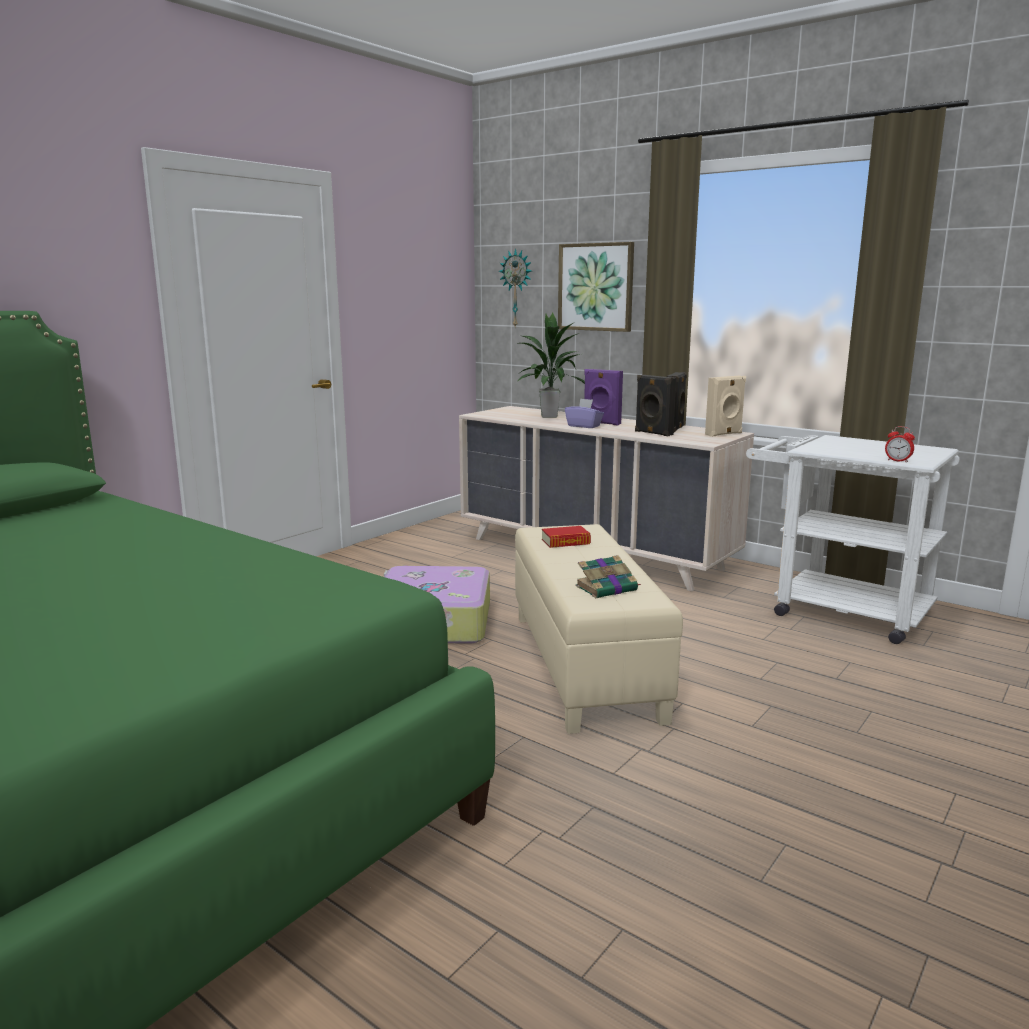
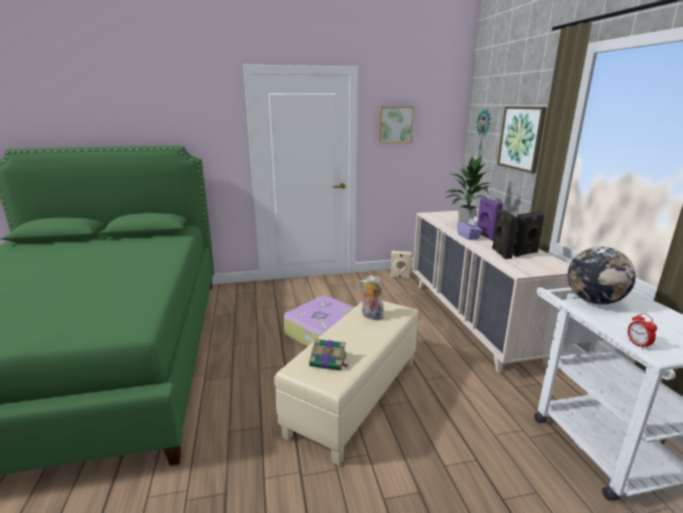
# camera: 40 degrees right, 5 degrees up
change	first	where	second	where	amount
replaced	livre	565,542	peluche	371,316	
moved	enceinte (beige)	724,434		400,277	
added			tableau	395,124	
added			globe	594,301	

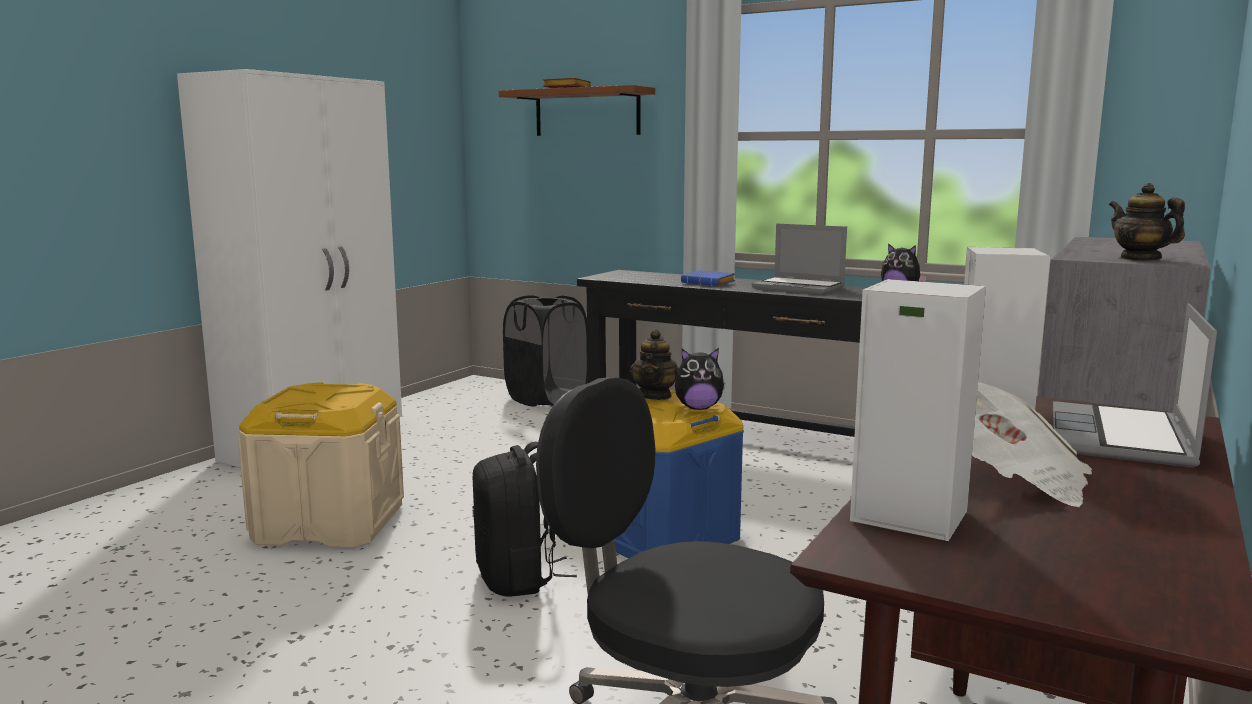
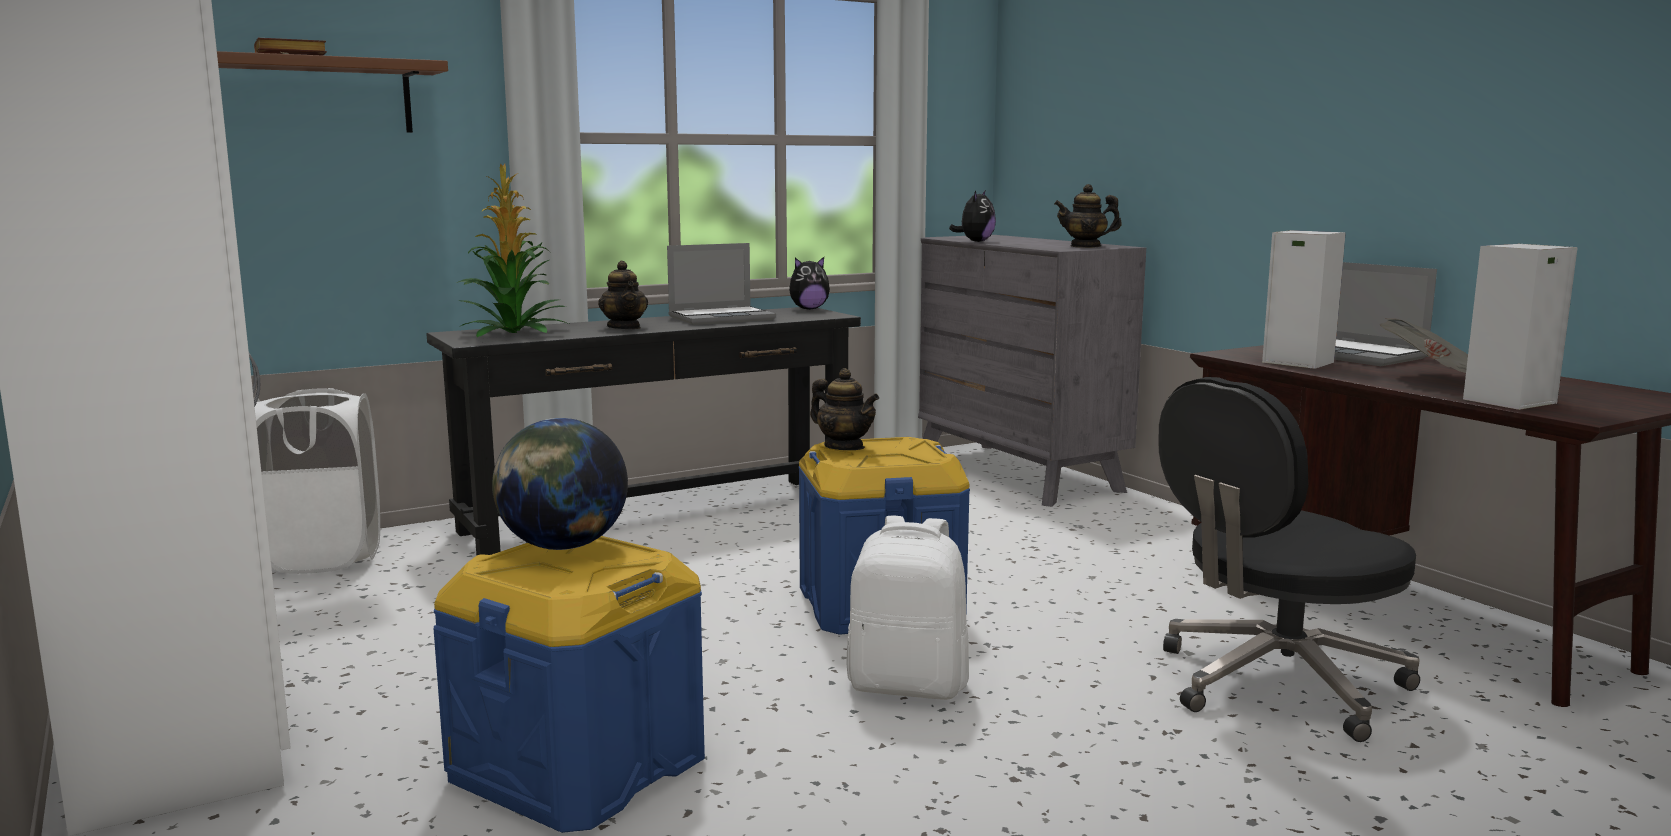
# camera: 60 degrees left, 0 degrees up
change	first	where	second	where	amount
recoloured	boîte de rangement (beige)	329,523	boîte de rangement (bleu)	579,767	
recoloured	sac à dos (noir)	518,578	sac à dos (blanc)	908,685	
recoloured	panier à linge (noir)	547,399	panier à linge (blanc)	323,557	
moved	peluche	698,408		975,241	
replaced	livre (bleu)	709,283	théière	624,327	
added			plante en pot	514,333	
added			globe	563,546	

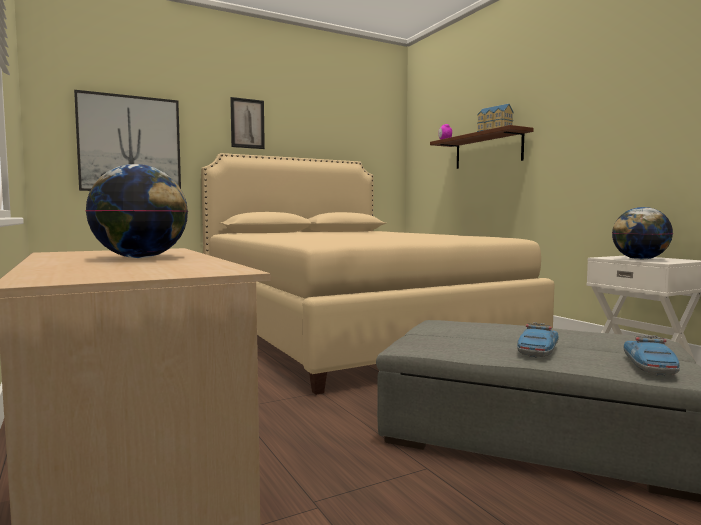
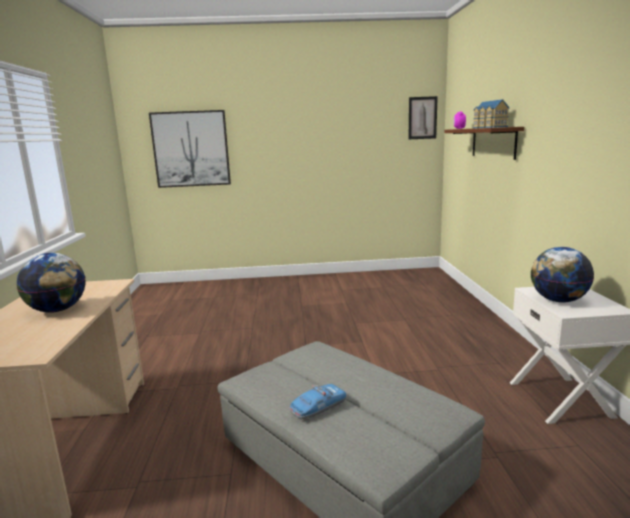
# camera: 25 degrees right, 10 degrees up
change	first	where	second	where	amount
removed	lit (beige)	350,330			
moved	tableau	247,123		422,118	
removed	petite voiture	650,365			

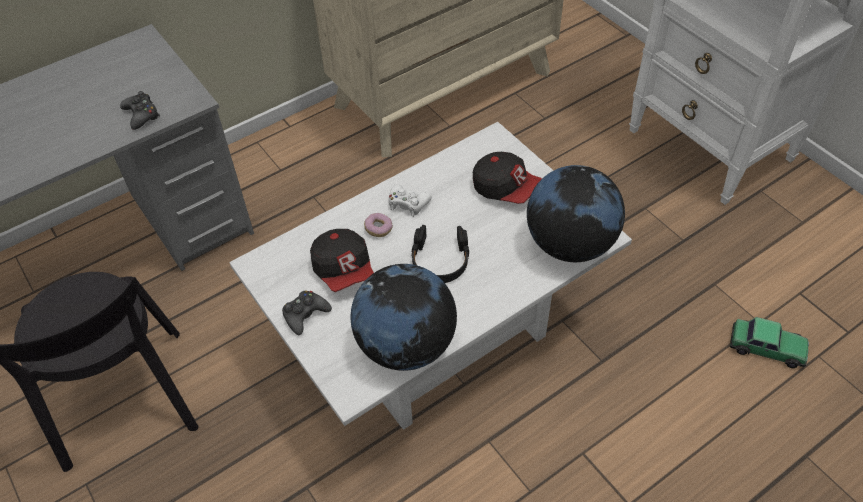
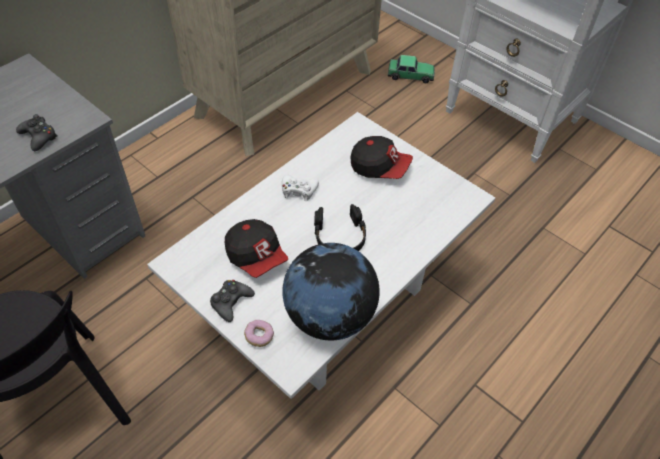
# camera: 15 degrees left, 0 degrees up
change	first	where	second	where	amount
moved	beignet	378,229		259,336	
removed	globe	570,244			
moved	petite voiture	767,347		410,75	

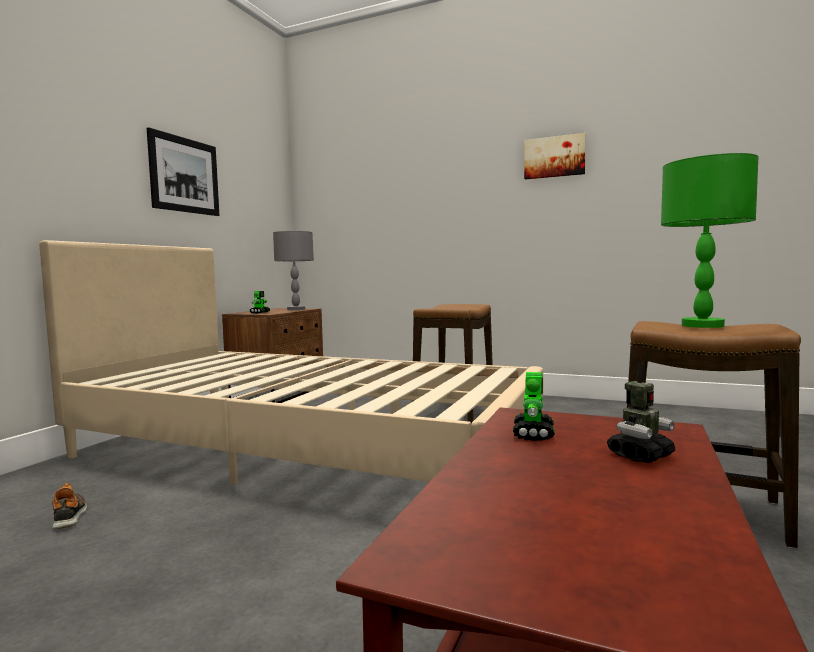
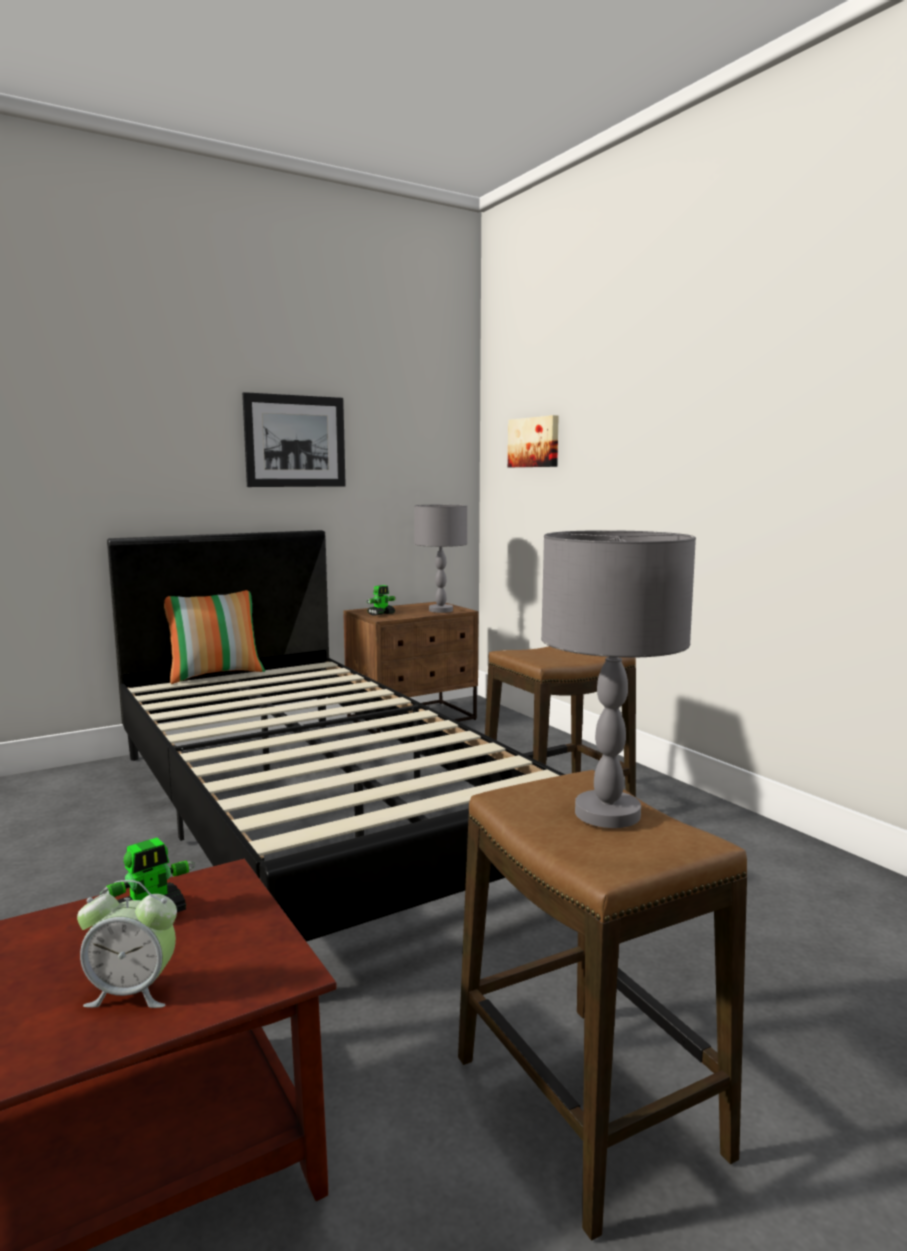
# camera: 35 degrees right, 5 degrees up
change	first	where	second	where	amount
recoloured	lit (beige)	304,449	lit (noir)	309,813	
removed	chaussure	69,516			
moved	tableau	554,157		534,442	
replaced	robot jouet	640,455	réveil	132,992	
recoloured	lampe de table (vert)	701,325	lampe de table (gris)	606,813	
added			coussin	215,674	

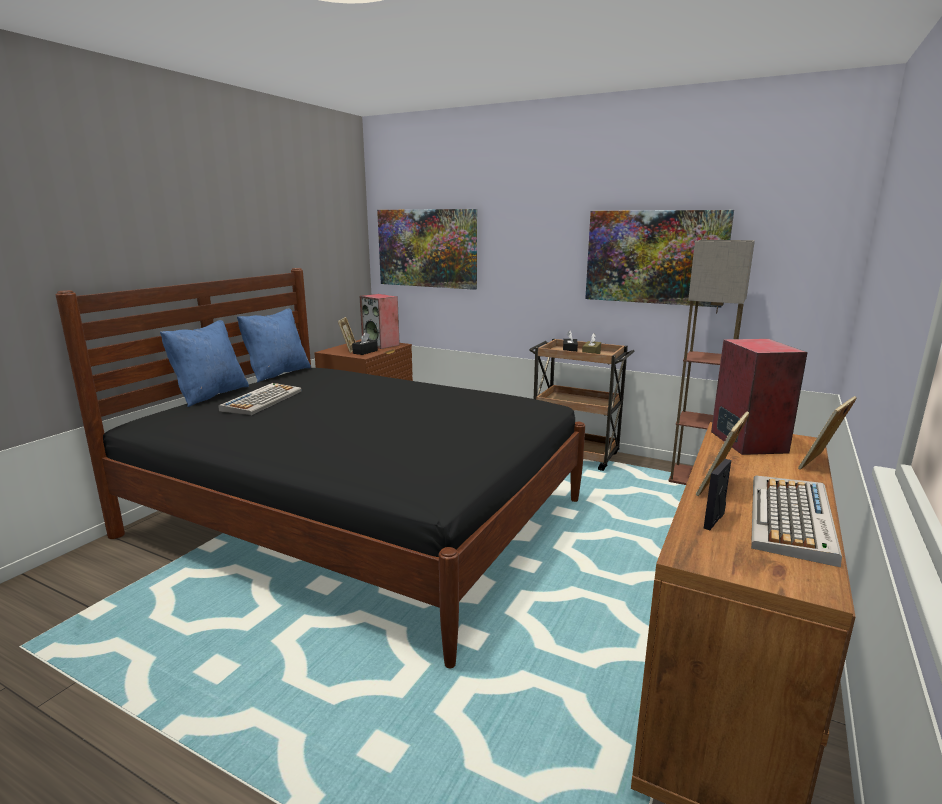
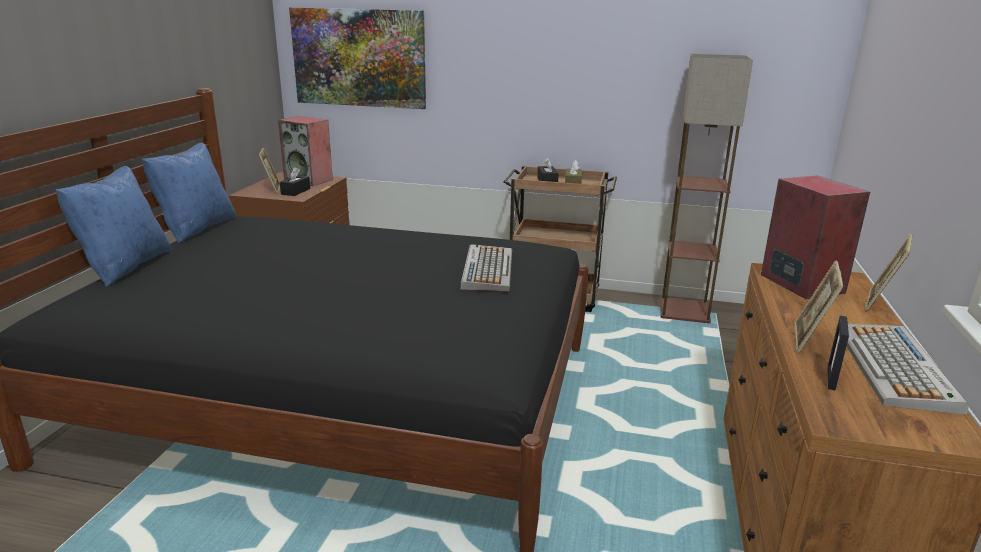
# camera: 15 degrees left, 5 degrees up
change	first	where	second	where	amount
moved	clavier	262,400		487,269	
removed	tableau	655,257			

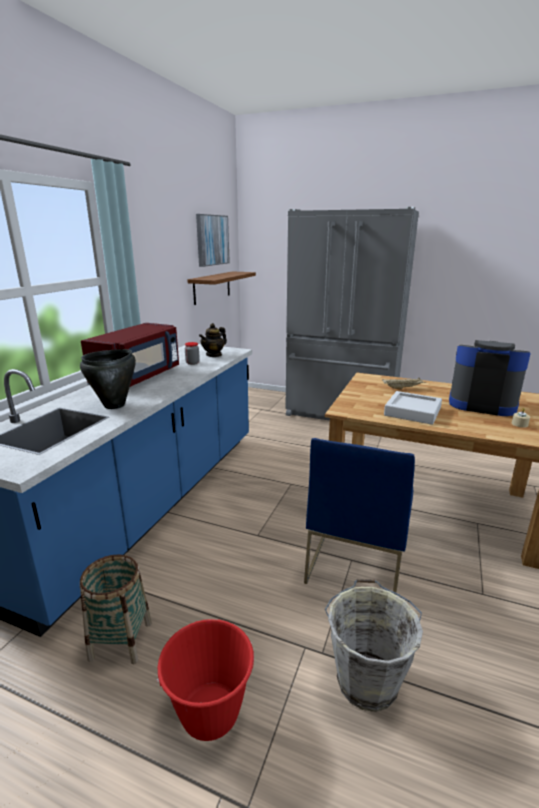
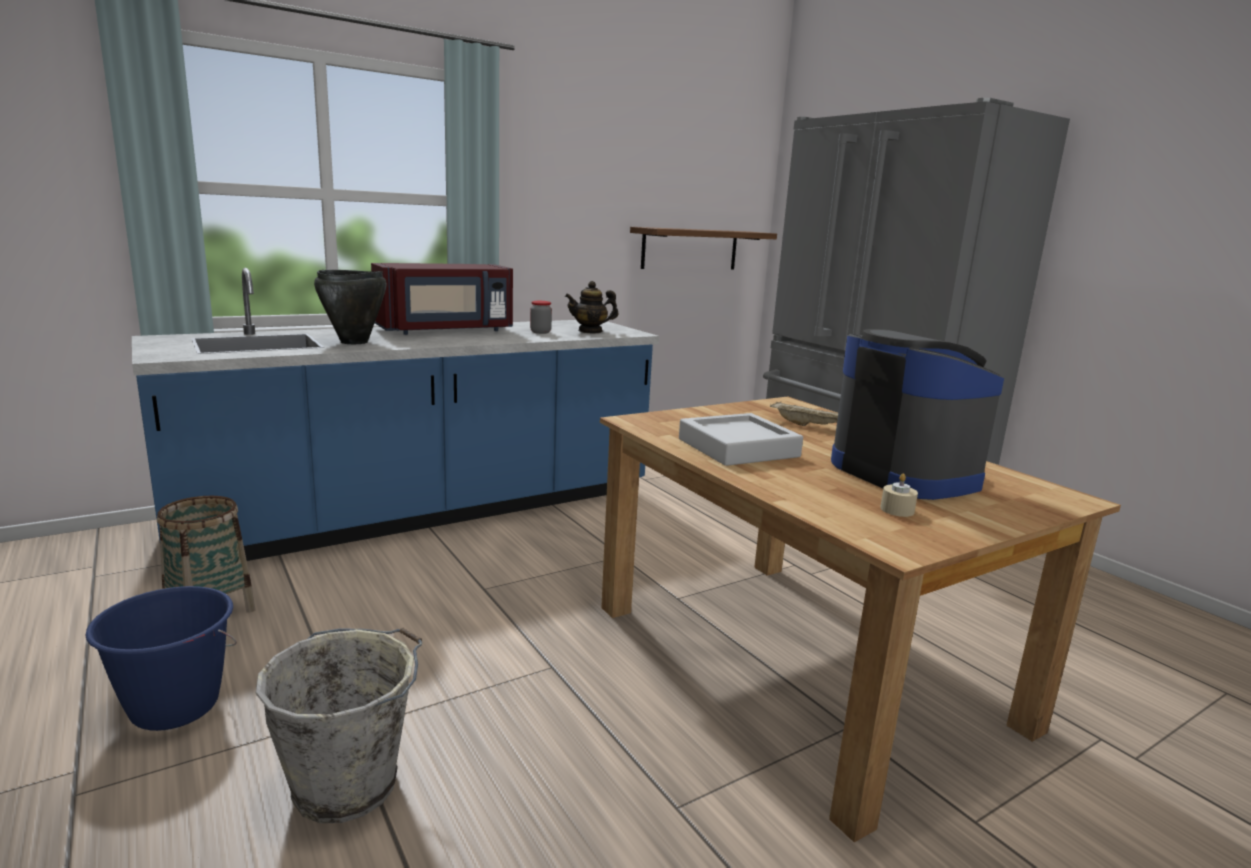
# camera: 35 degrees right, 5 degrees down
change	first	where	second	where	amount
recoloured	seau (rouge)	210,712	seau (bleu)	174,707	
removed	tableau	212,240			
removed	chaise (bleu)	355,562			

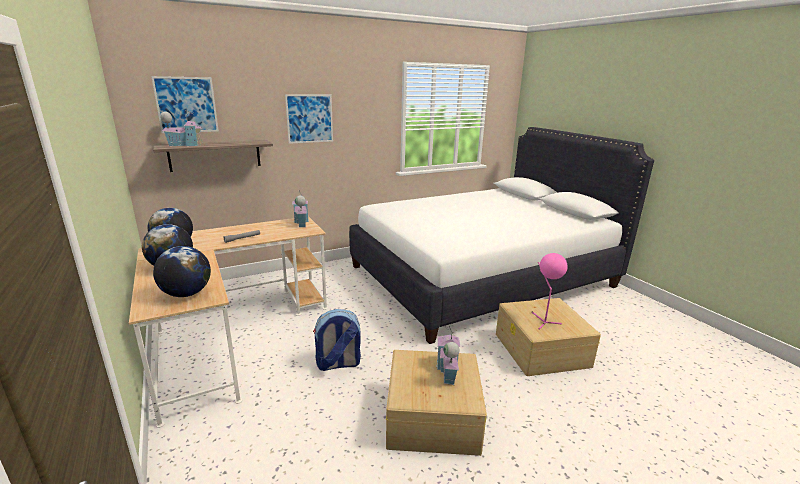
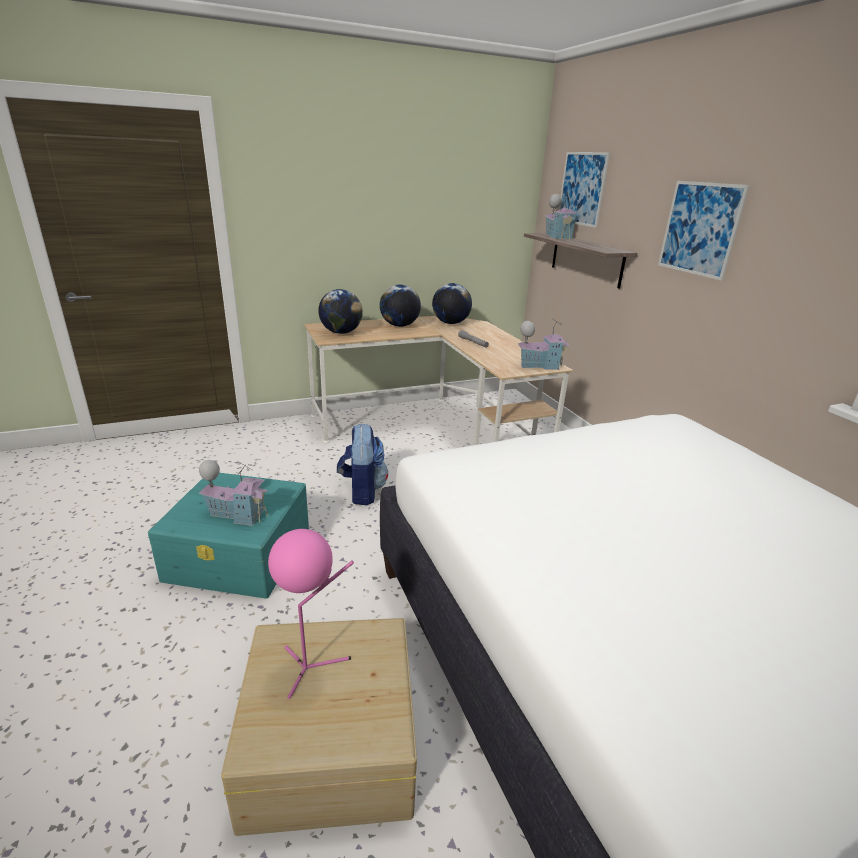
# camera: 95 degrees right, 5 degrees up
change	first	where	second	where	amount
recoloured	boîte de rangement (beige)	433,415	boîte de rangement (turquoise)	240,553	

